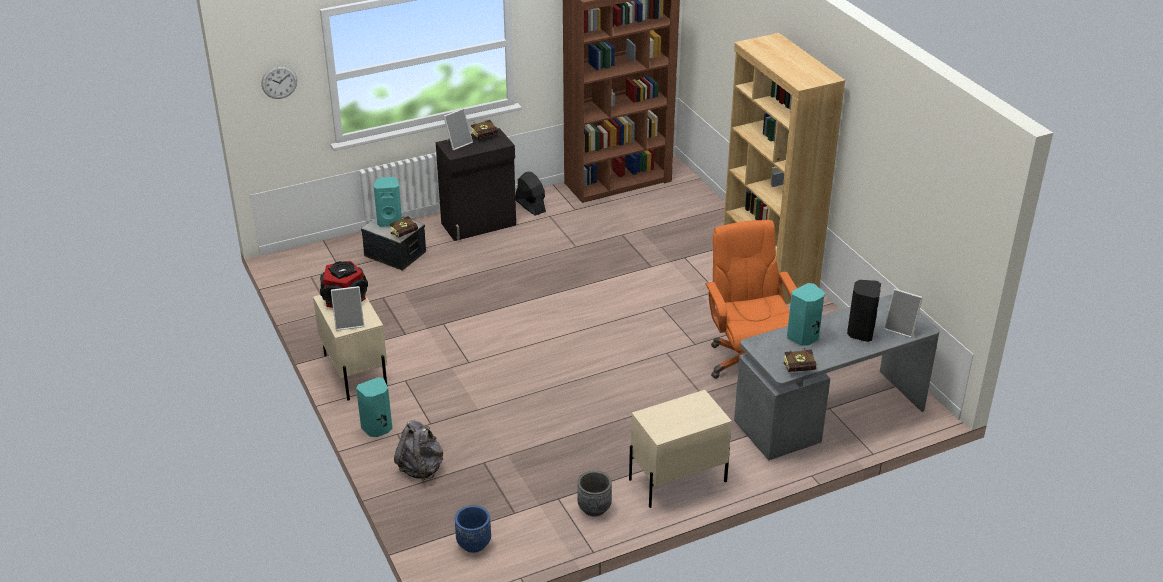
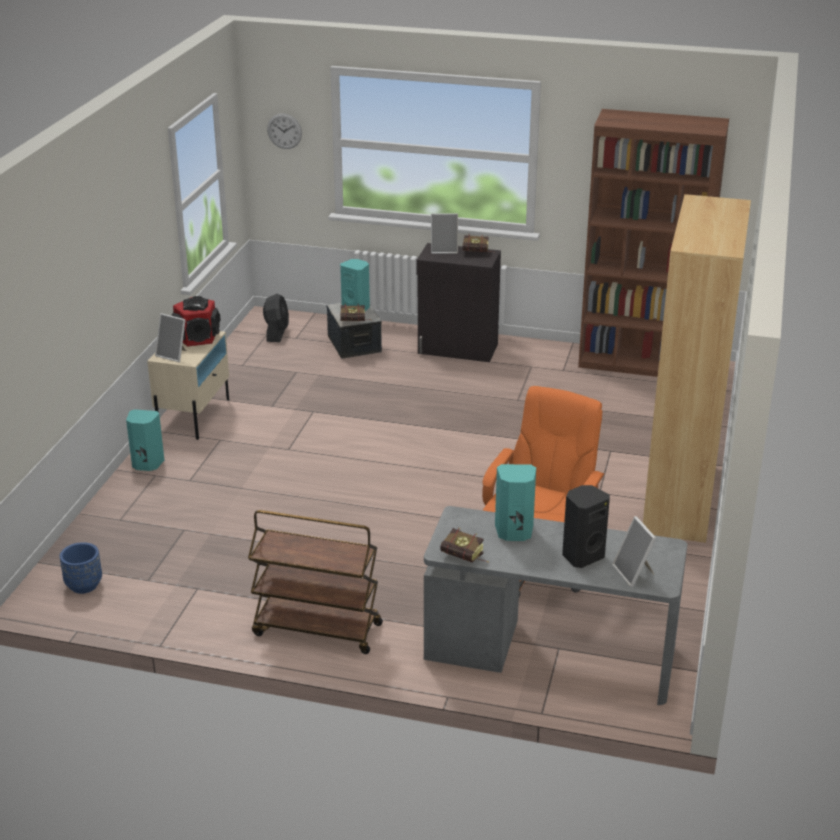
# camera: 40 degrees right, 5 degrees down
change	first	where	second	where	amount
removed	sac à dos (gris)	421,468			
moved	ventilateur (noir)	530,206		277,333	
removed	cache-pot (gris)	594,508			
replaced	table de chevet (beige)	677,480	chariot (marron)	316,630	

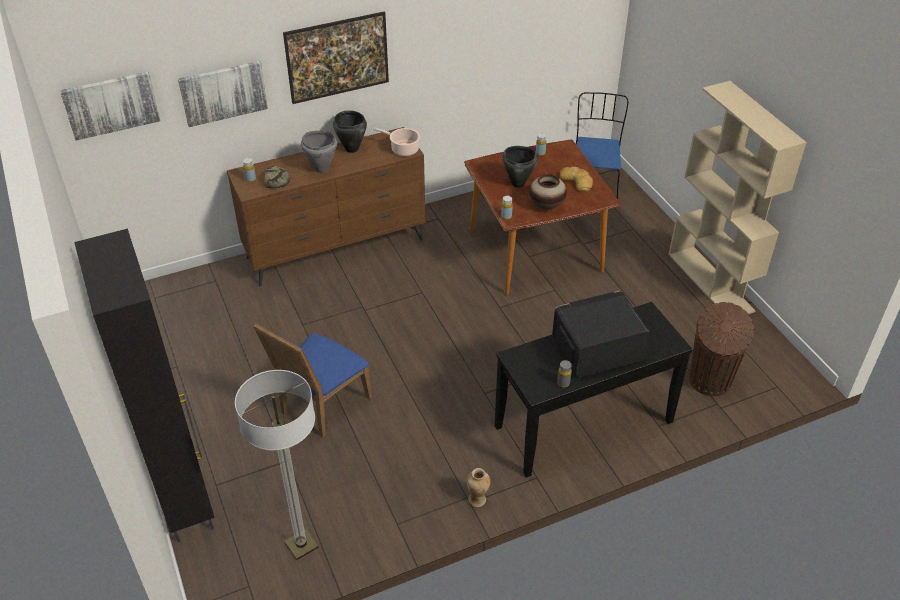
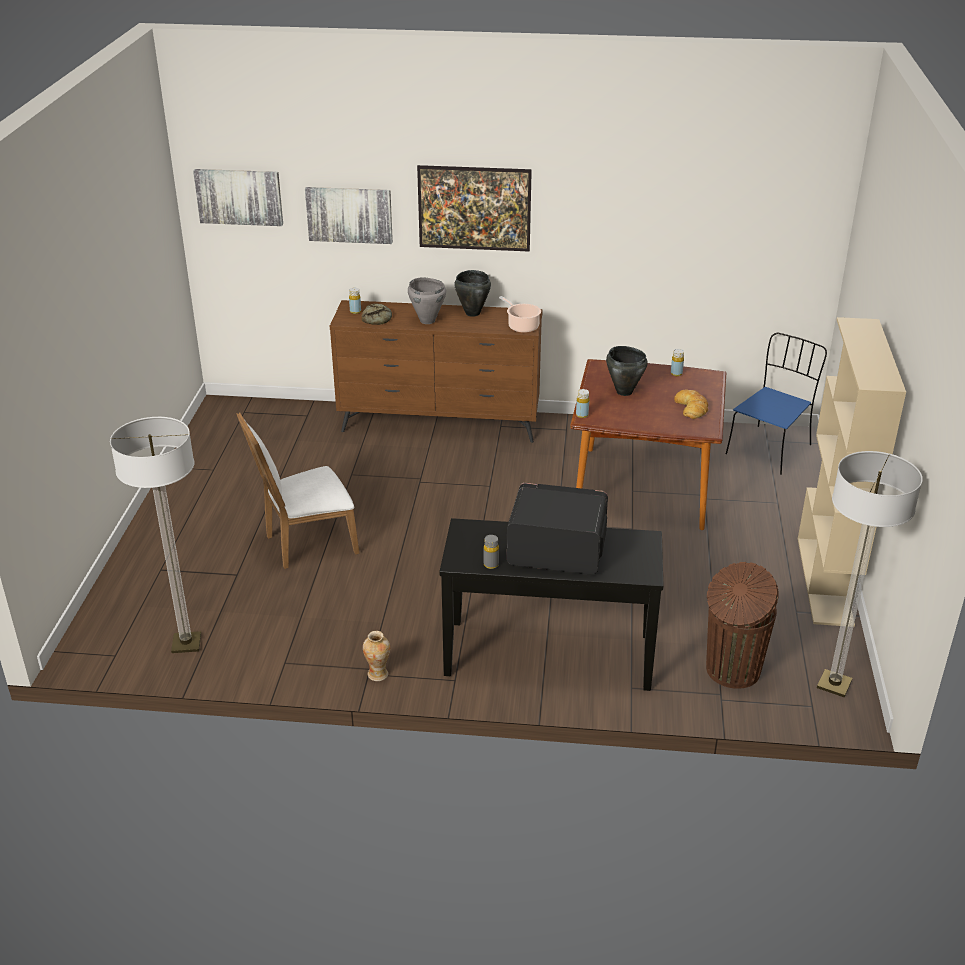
# camera: 30 degrees right, 10 degrees down
change	first	where	second	where	amount
removed	meuble de rangement (noir)	186,500			
recoloured	chaise (bleu)	321,406	chaise (blanc)	306,544	
removed	vase	546,205			
added			lampadaire	834,684	

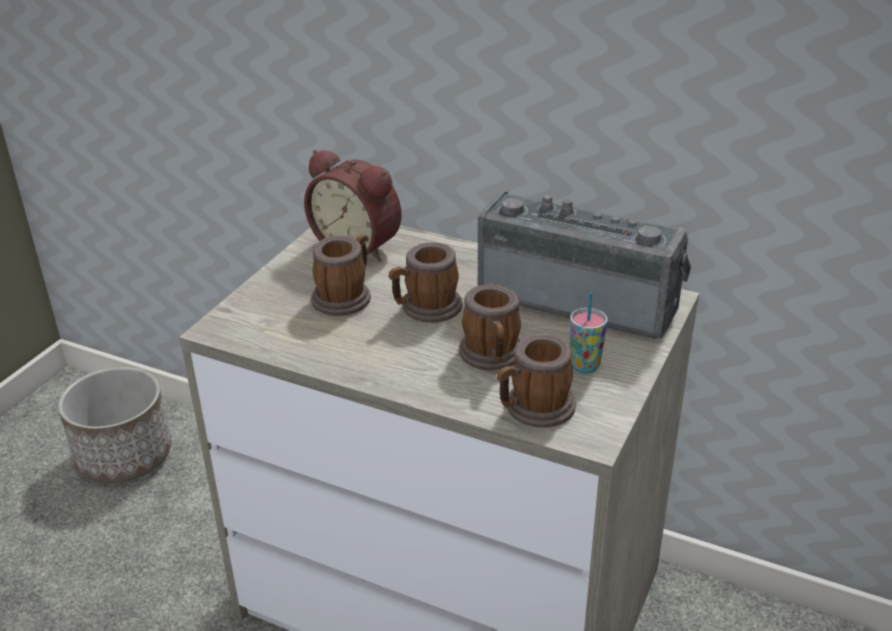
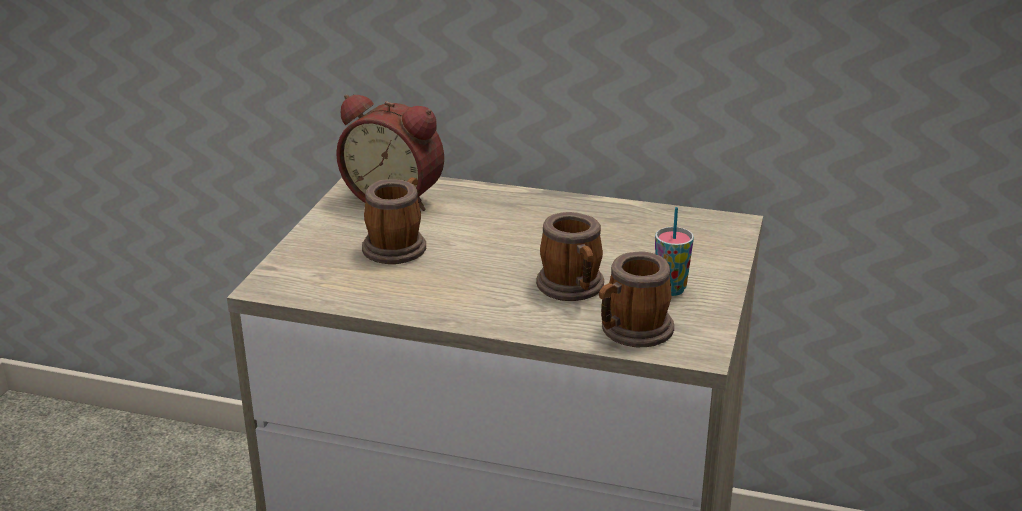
# camera: 10 degrees left, 5 degrees down
change	first	where	second	where	amount
removed	cache-pot	125,456			
removed	mug	425,309			
removed	radio	579,299			

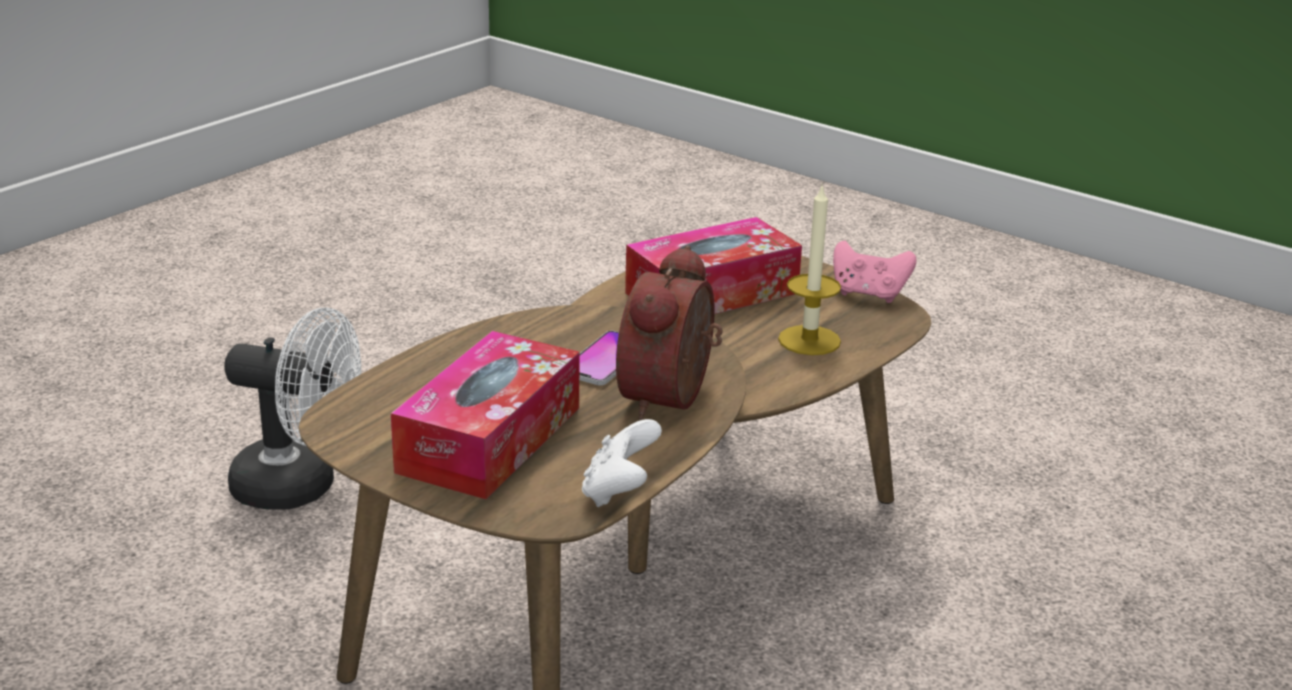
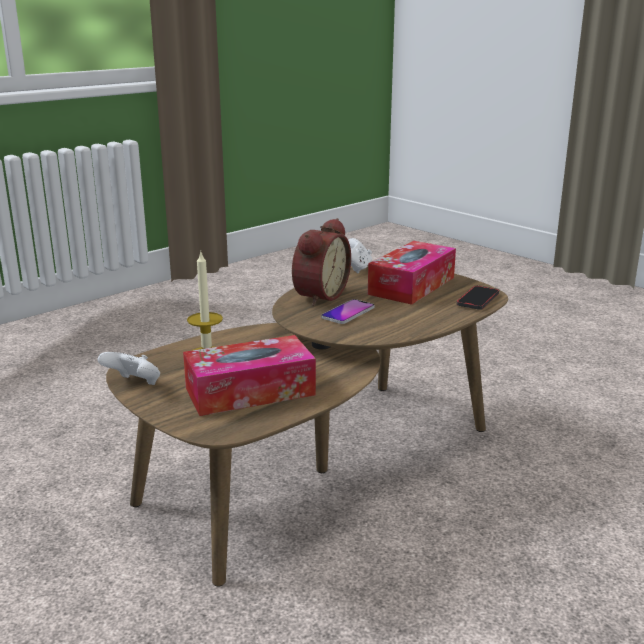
# camera: 170 degrees left, 5 degrees down
change	first	where	second	where	amount
removed	ventilateur (blanc)	300,487			
recoloured	manette (rose)	868,294	manette (blanc)	134,384	
added			téléphone	477,300	

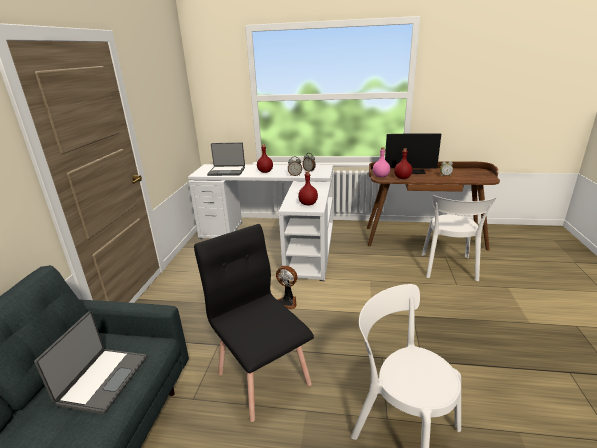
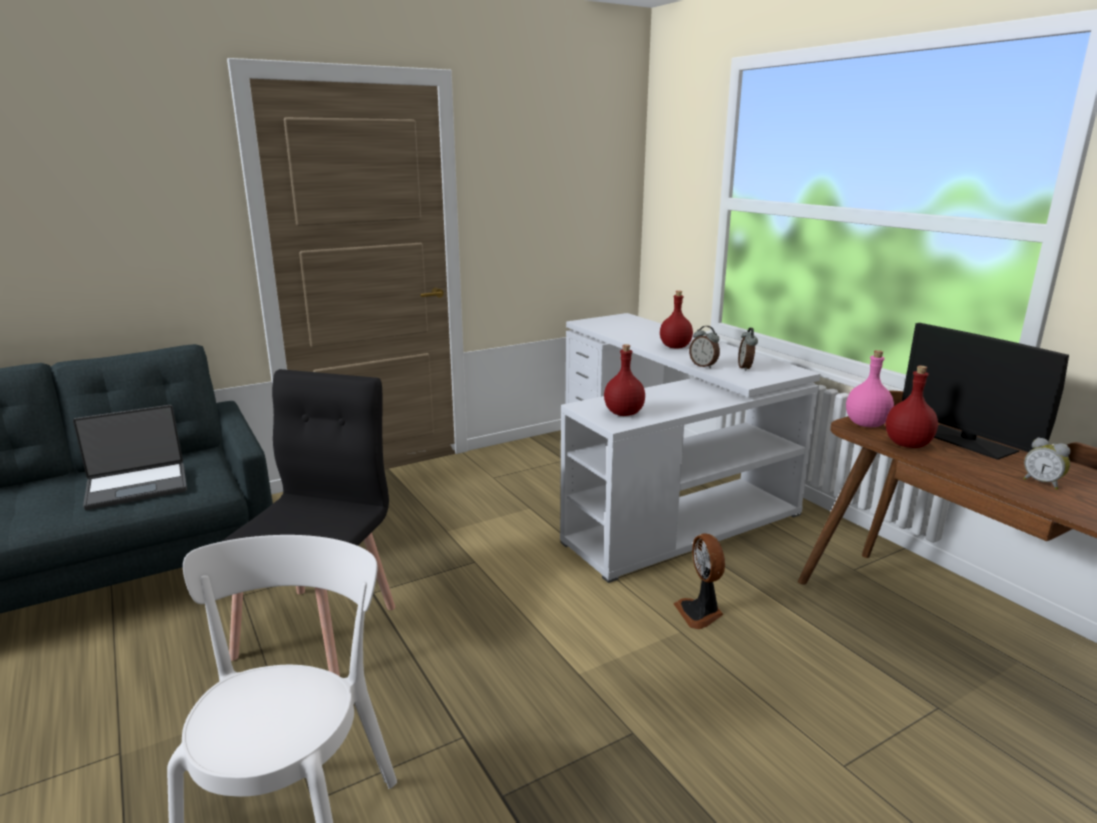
# camera: 50 degrees right, 5 degrees down
change	first	where	second	where	amount
removed	ordinateur portable	227,171			
moved	ventilateur	287,301		700,613	
removed	chaise (blanc)	448,268			

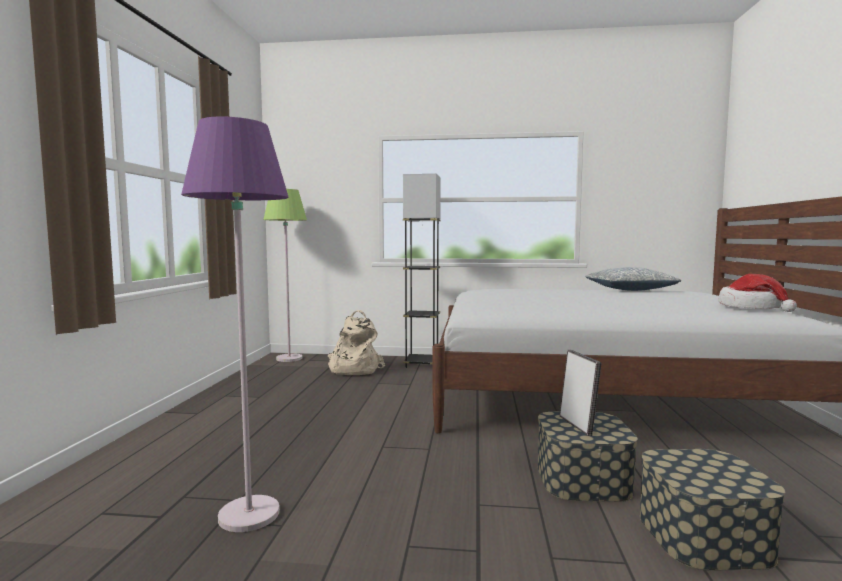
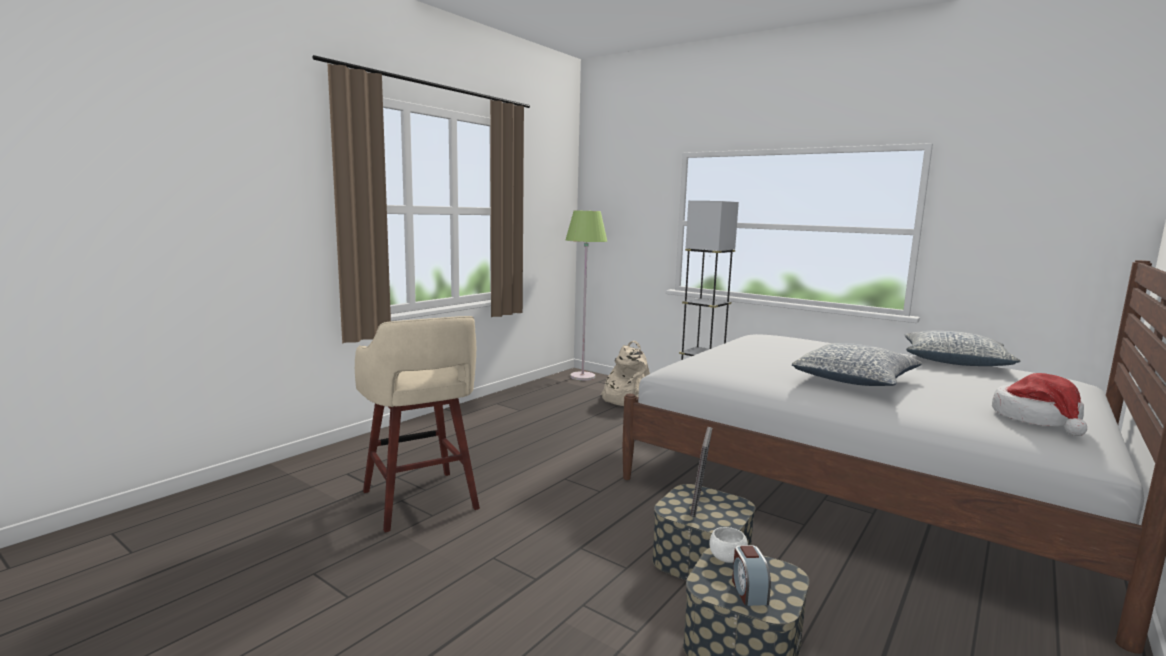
# camera: 30 degrees right, 5 degrees up
change	first	where	second	where	amount
replaced	lampadaire (violet)	249,515	tabouret (beige)	420,502	
added			bol (blanc)	727,558	
added			réveil	748,591	
added			coussin	855,381	

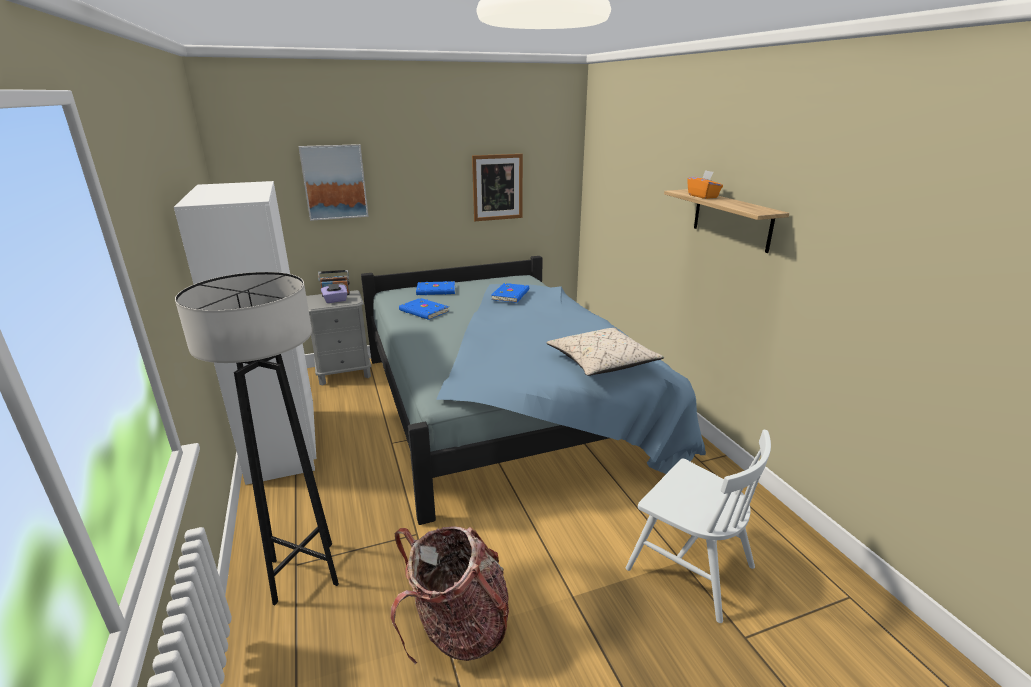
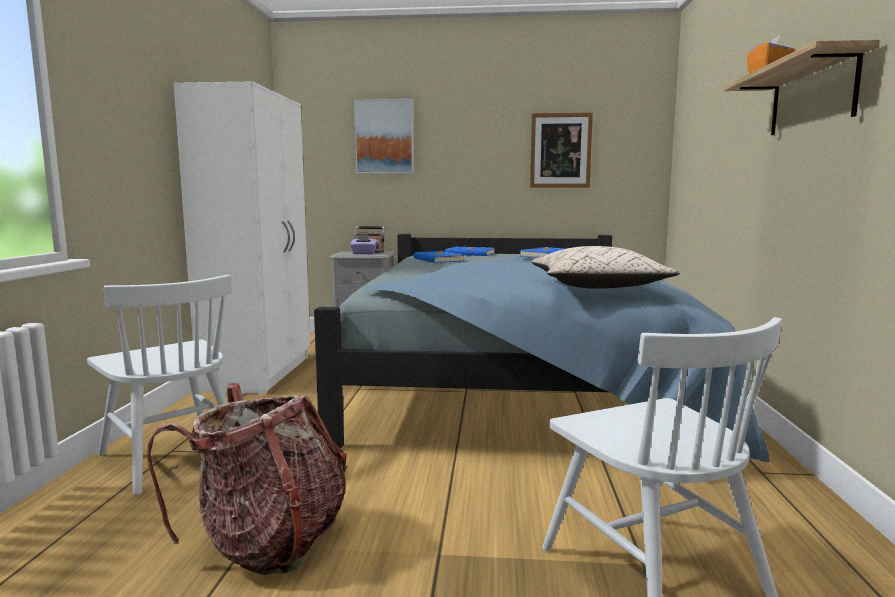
# camera: 25 degrees right, 15 degrees down
change	first	where	second	where	amount
replaced	lampadaire (gris)	304,572	chaise (blanc)	172,457	

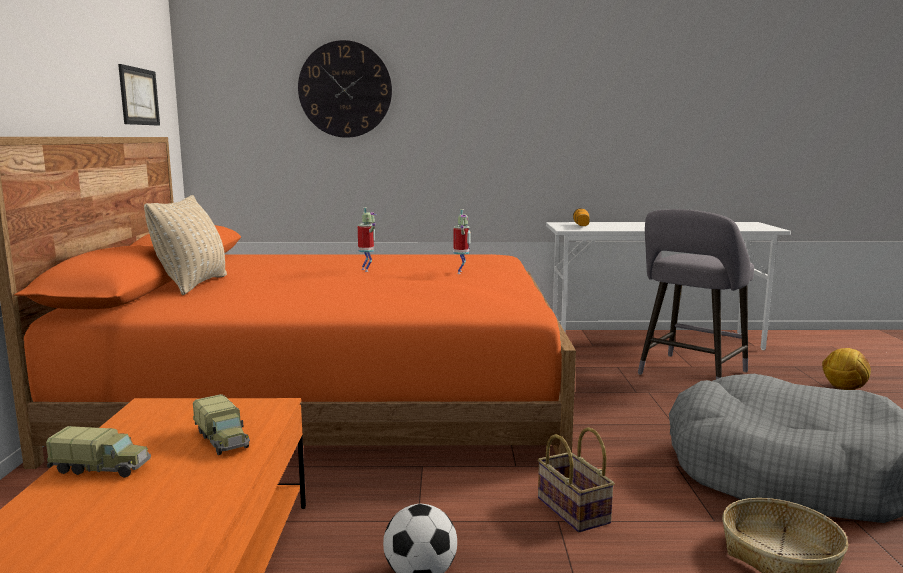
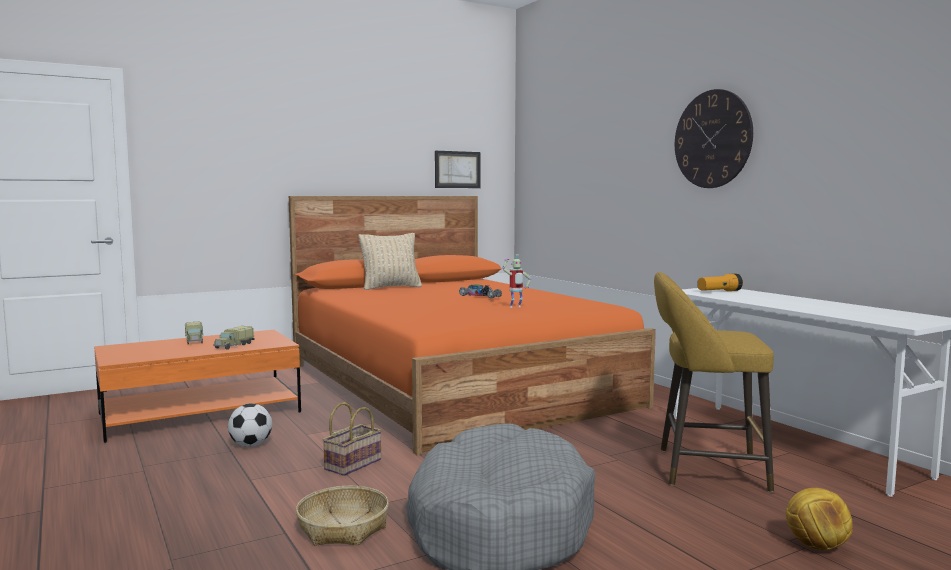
# camera: 60 degrees right, 5 degrees down
change	first	where	second	where	amount
moved	horloge murale	345,89		712,139	
replaced	robot jouet	367,270	petite voiture	480,296	
recoloured	tabouret (gris)	690,375	tabouret (jaune)	704,469	

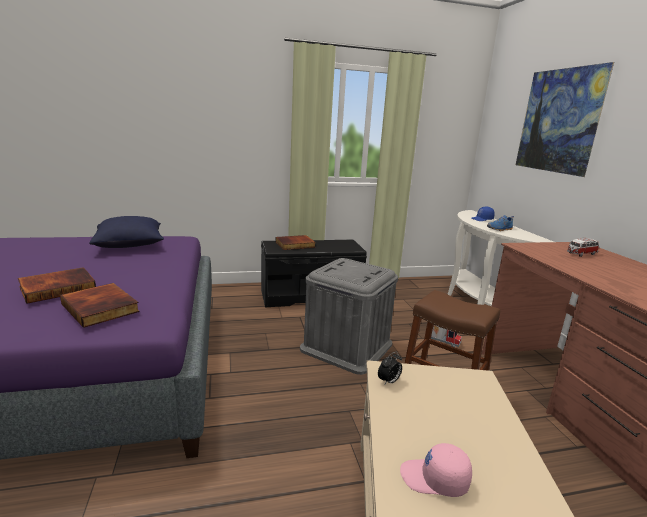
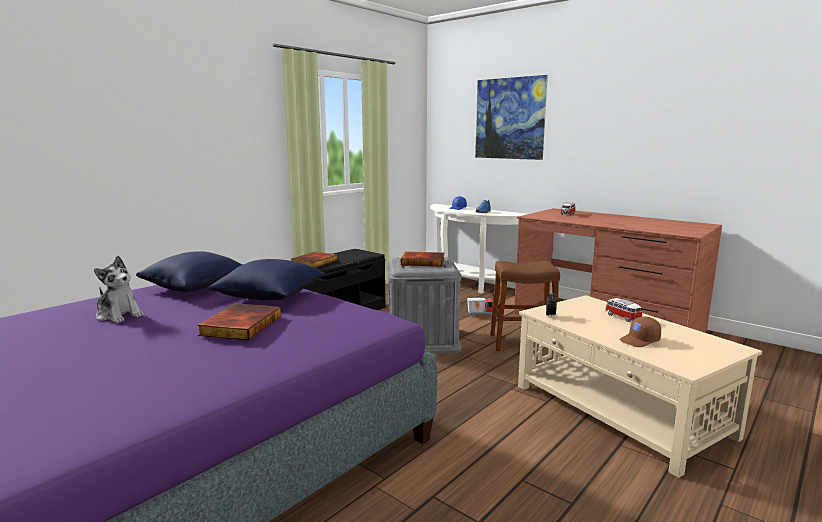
# camera: 35 degrees left, 5 degrees down
change	first	where	second	where	amount
moved	livre	102,307		423,261	
recoloured	casquette (rose)	434,479	casquette (marron)	640,341	
added			peluche	119,315	
added			coussin (bleu)	271,297	
added			petite voiture	622,317	

